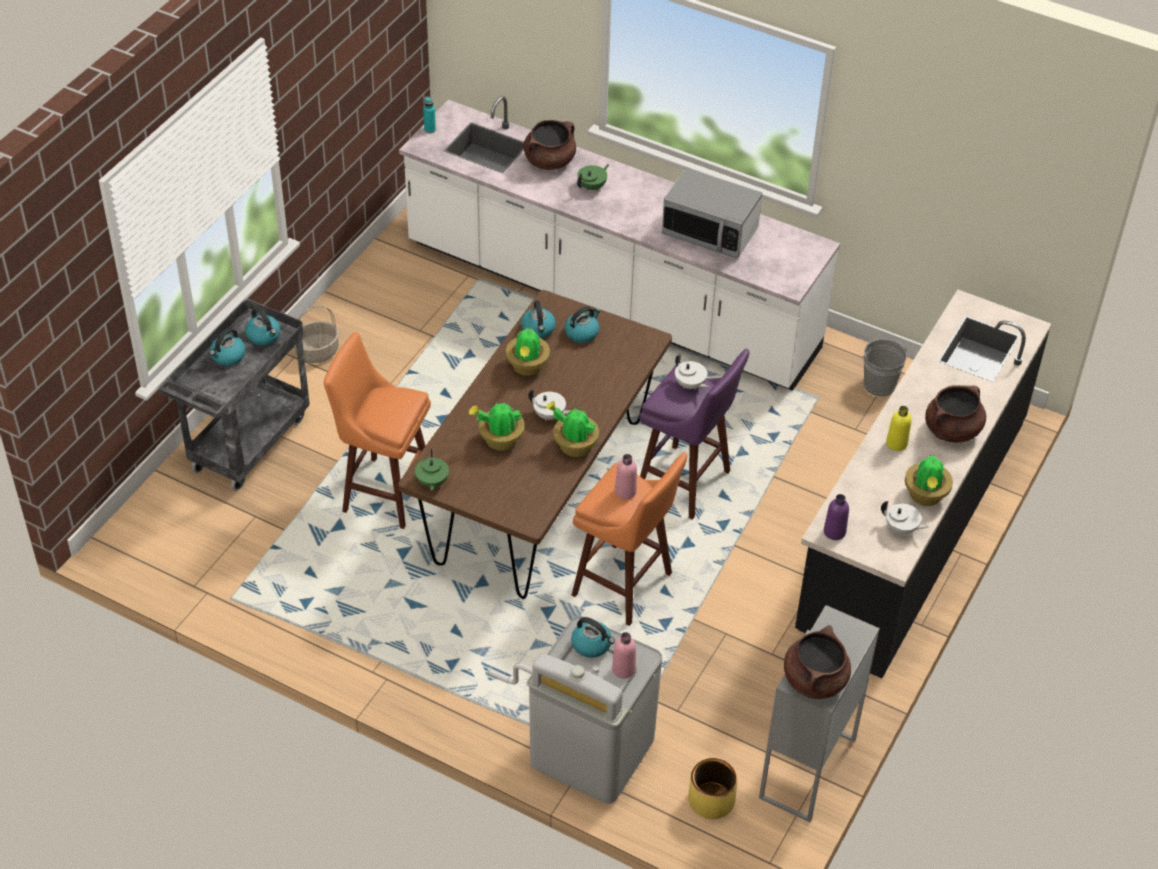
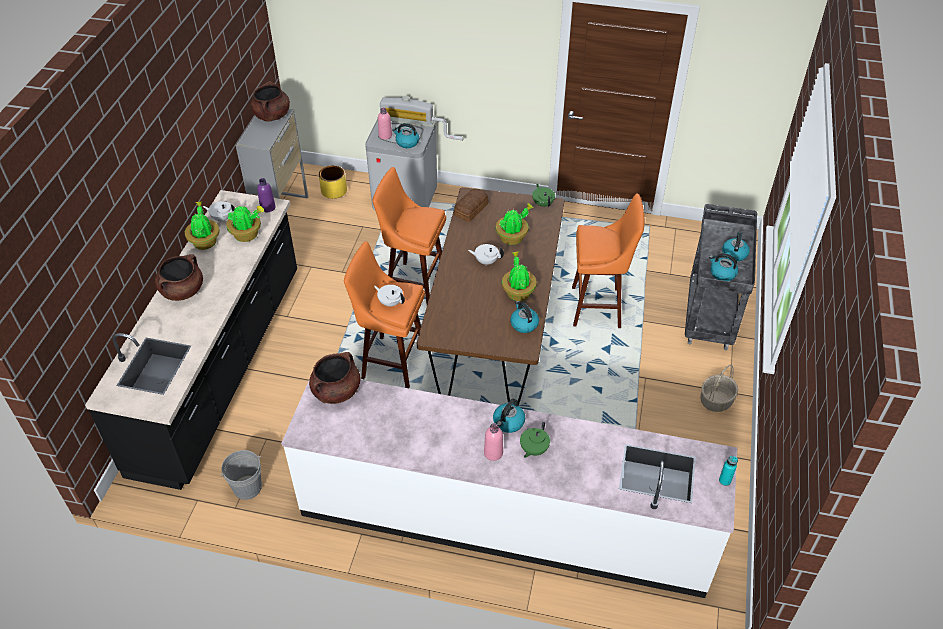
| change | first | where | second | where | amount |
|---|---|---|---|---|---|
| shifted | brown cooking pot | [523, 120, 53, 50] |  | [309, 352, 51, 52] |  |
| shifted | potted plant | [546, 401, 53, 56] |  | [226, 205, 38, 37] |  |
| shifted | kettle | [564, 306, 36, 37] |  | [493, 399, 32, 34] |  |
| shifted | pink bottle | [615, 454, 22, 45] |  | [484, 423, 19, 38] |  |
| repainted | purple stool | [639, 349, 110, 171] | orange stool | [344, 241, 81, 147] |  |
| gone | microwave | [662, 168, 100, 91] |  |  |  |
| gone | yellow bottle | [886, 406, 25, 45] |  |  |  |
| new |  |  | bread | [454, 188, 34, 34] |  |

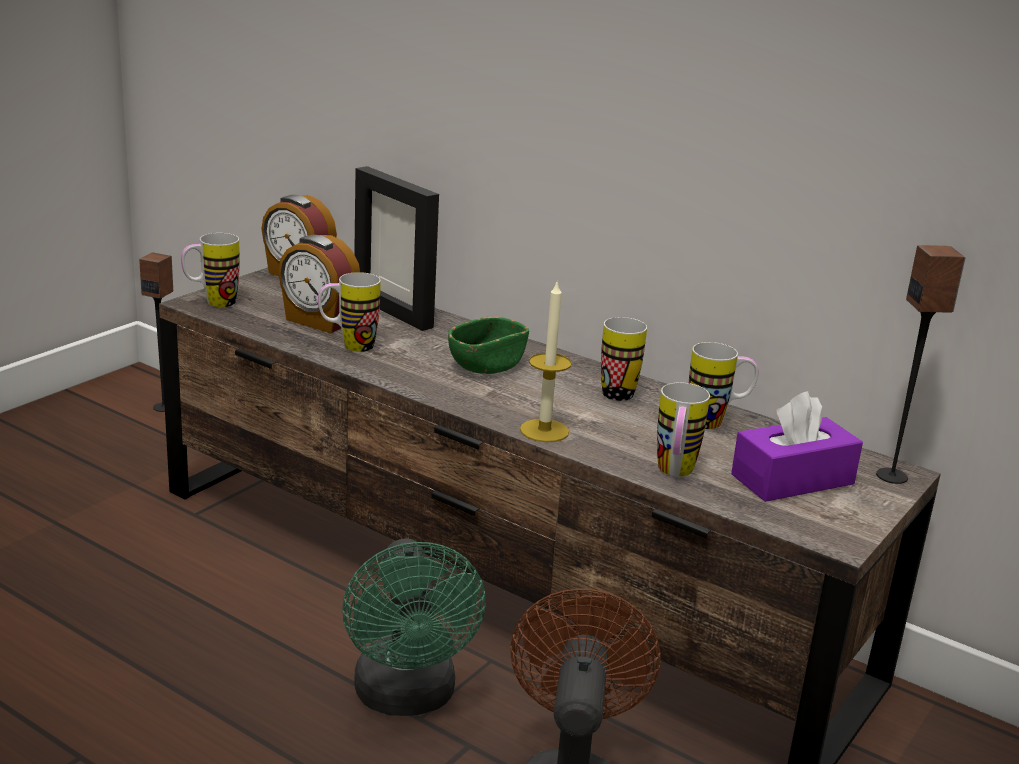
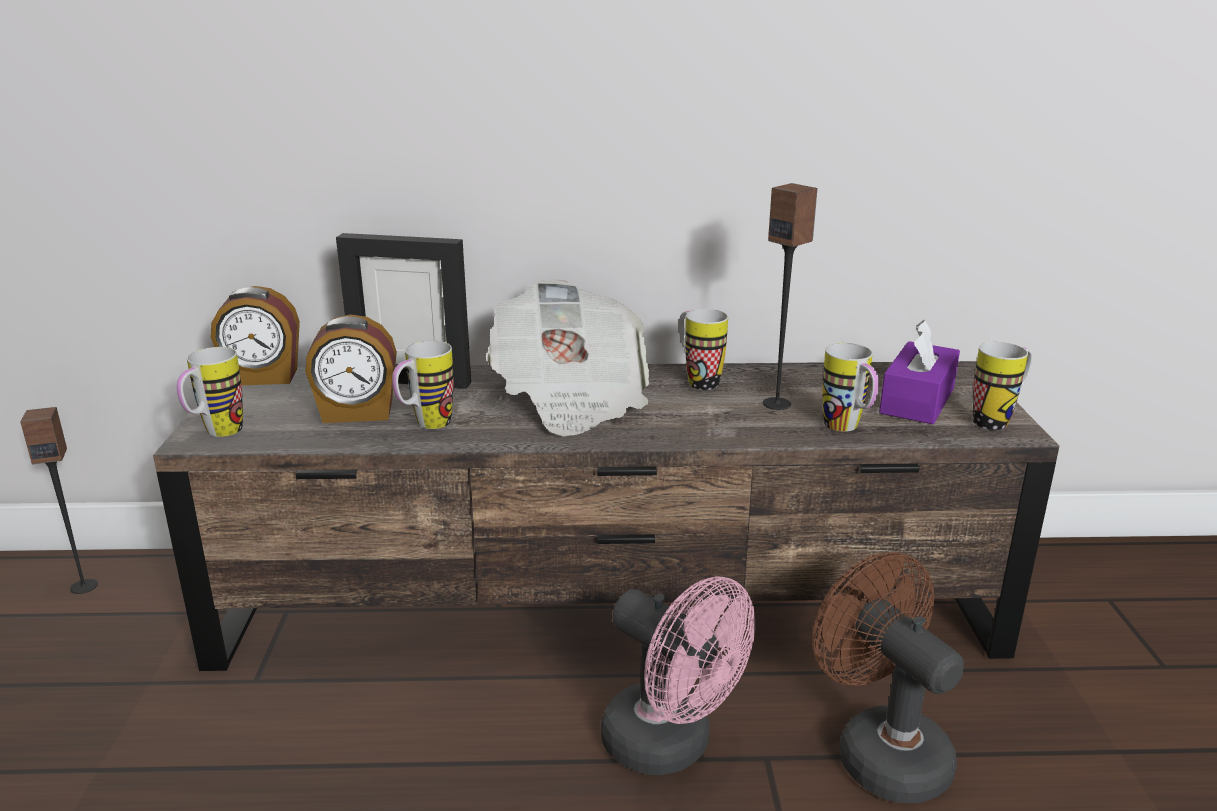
| change | first | where | second | where | amount |
|---|---|---|---|---|---|
| repainted | green fan | [342, 538, 144, 178] | pink fan | [601, 576, 154, 199] |  |
| swapped | green bowl | [448, 316, 81, 58] | newspaper | [486, 279, 163, 158] |  |
| gone | candle | [520, 280, 52, 162] |  |  |  |
| shifted | mug | [689, 342, 69, 87] |  | [973, 342, 60, 88] |  |
| shifted | speaker | [876, 245, 90, 239] |  | [763, 183, 55, 227] |  |

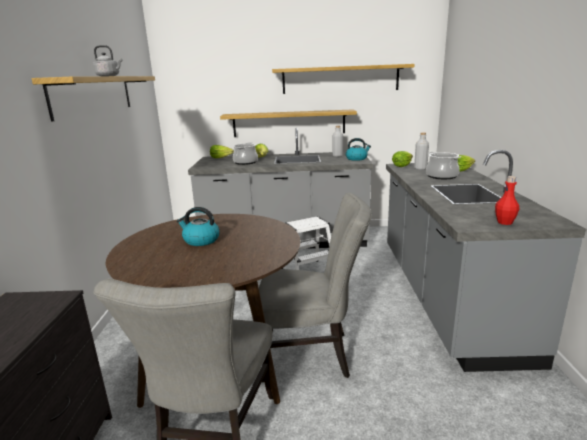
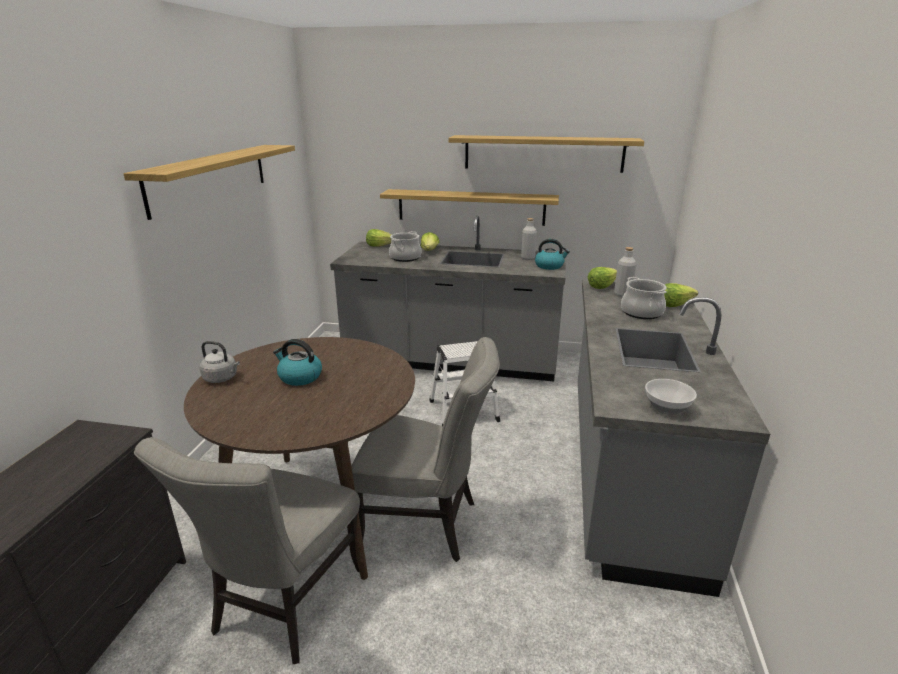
| change | first | where | second | where | amount |
|---|---|---|---|---|---|
| shifted | grey kettle | [93, 45, 29, 31] |  | [199, 341, 41, 42] |  |
| swapped | red bottle | [495, 176, 24, 49] | bowl | [645, 379, 52, 36] |  |

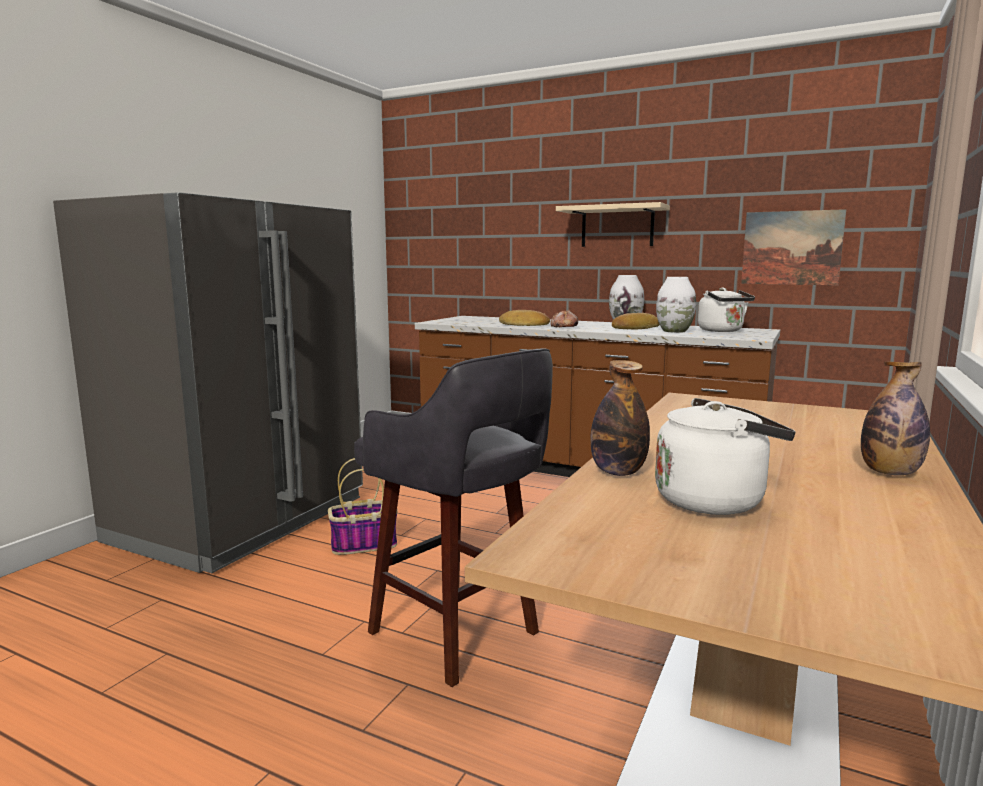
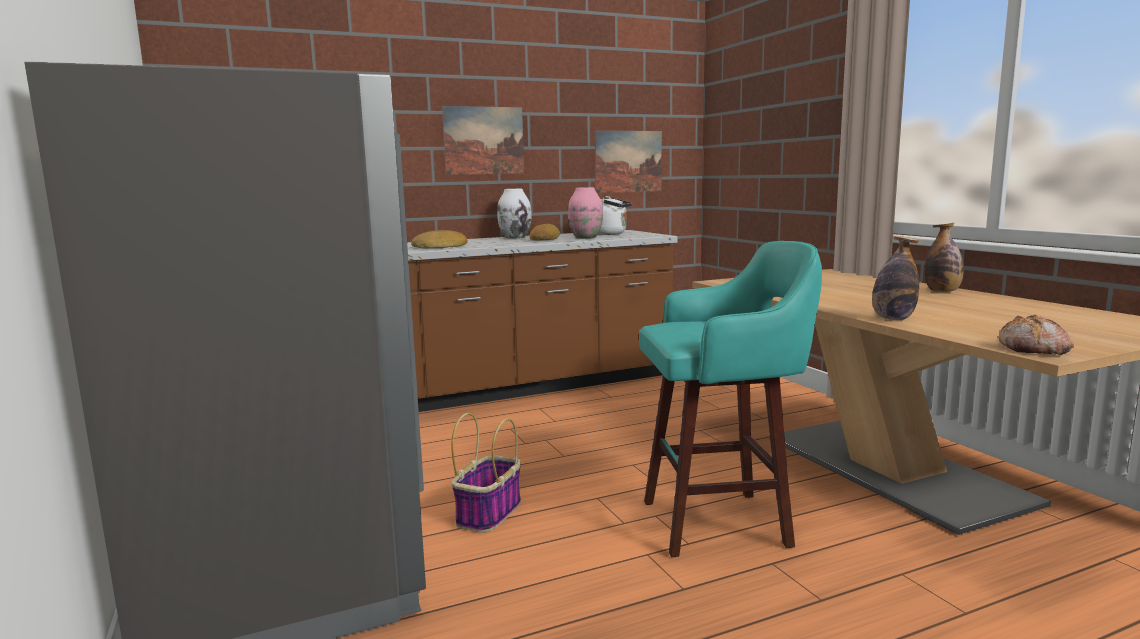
| change | first | where | second | where | amount |
|---|---|---|---|---|---|
| repainted | grey stool | [354, 348, 199, 339] | turquoise stool | [639, 241, 183, 316] |  |
| shifted | bread | [550, 310, 28, 17] |  | [999, 314, 75, 41] |  |
| swapped | beige shelf | [556, 202, 114, 45] | picture | [442, 106, 82, 69] |  |
| gone | white kettle | [655, 398, 141, 117] |  |  |  |
| repainted | white vase | [656, 277, 40, 56] | pink vase | [568, 187, 35, 52] |  |

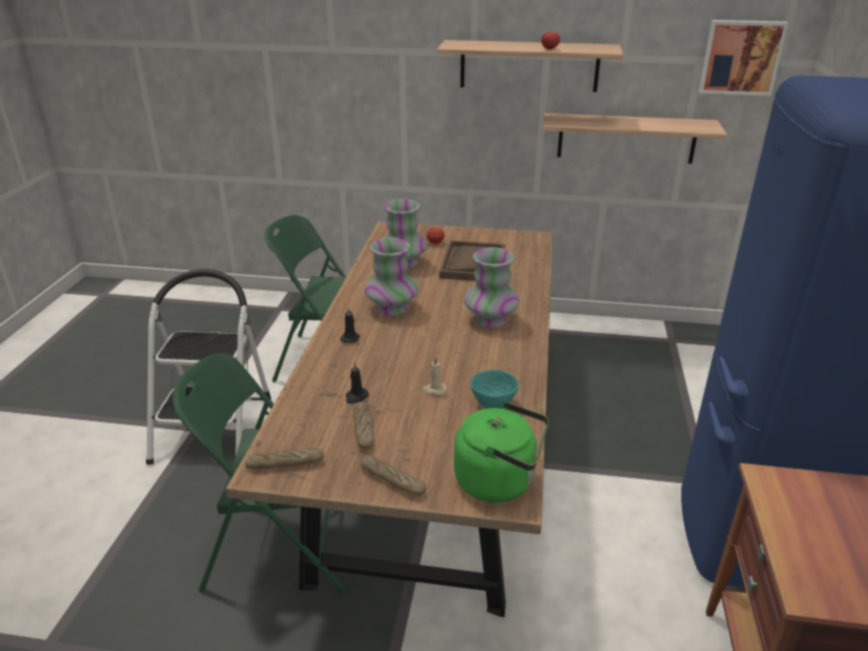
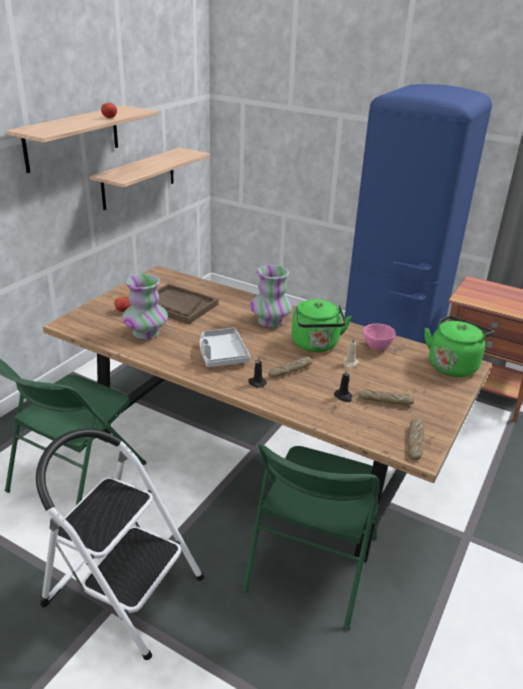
| change | first | where | second | where | amount |
|---|---|---|---|---|---|
| shifted | bread | [361, 456, 65, 39] |  | [269, 356, 44, 22] |  |
| swapped | vase | [364, 238, 54, 78] | grey tray | [200, 328, 51, 39] |  |
| repainted | turquoise bowl | [470, 369, 48, 40] | pink bowl | [363, 323, 33, 27] |  |
| gone | picture | [699, 20, 89, 76] |  |  |  |
| new |  |  | green kettle | [292, 299, 60, 53] |  |

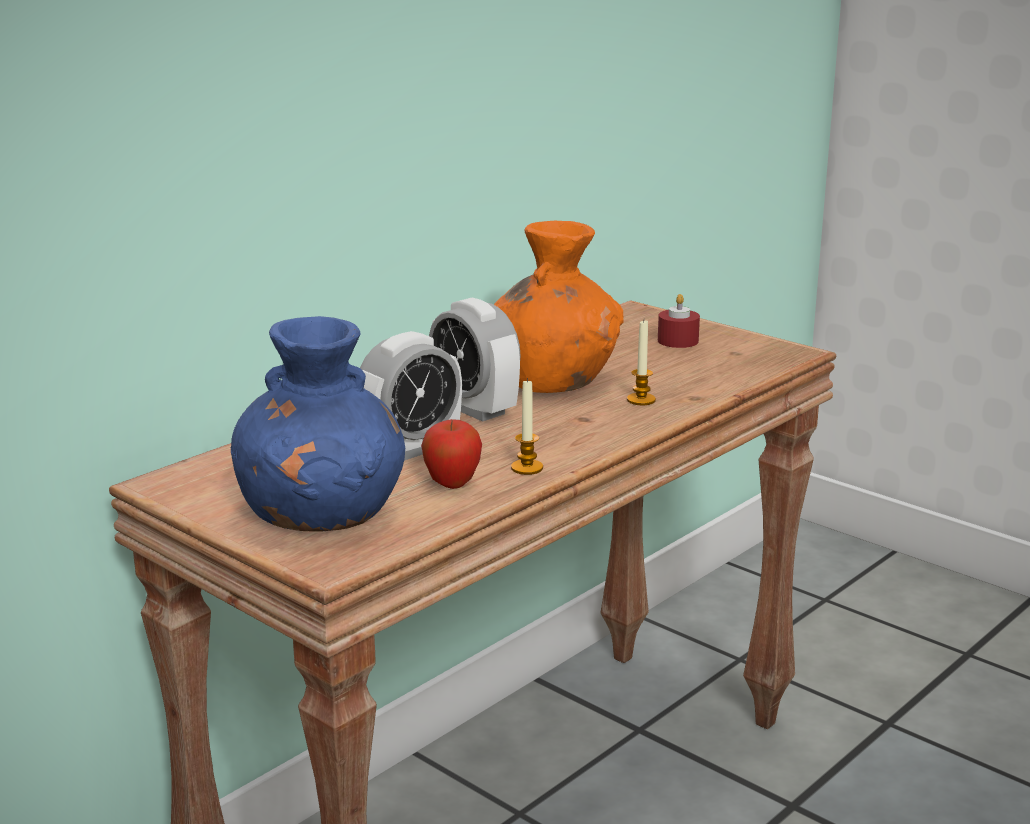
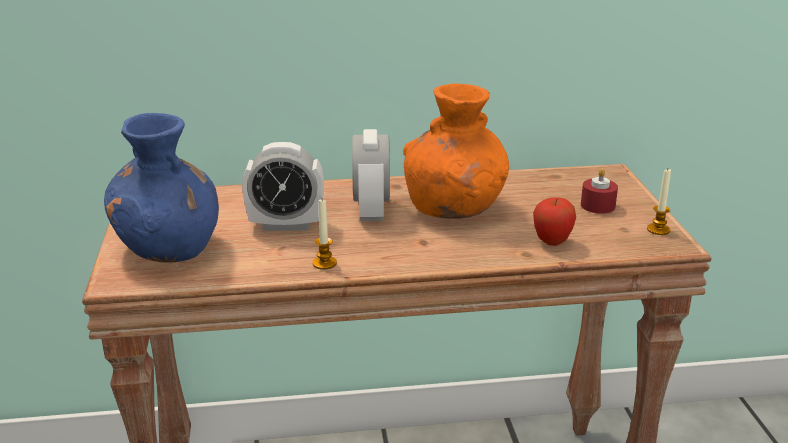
| change | first | where | second | where | amount |
|---|---|---|---|---|---|
| shifted | apple | [421, 419, 61, 70] |  | [533, 197, 43, 49] |  |
| shifted | candle | [627, 321, 29, 84] |  | [647, 169, 24, 66] |  |

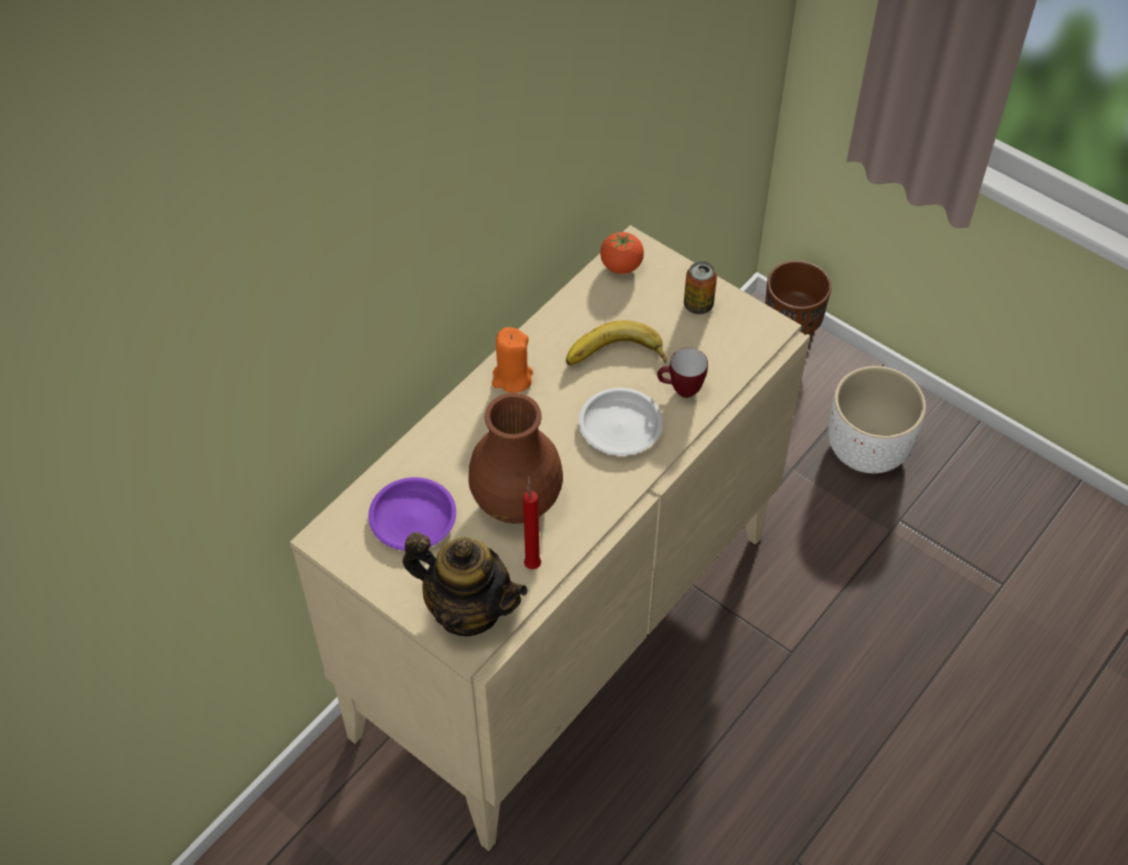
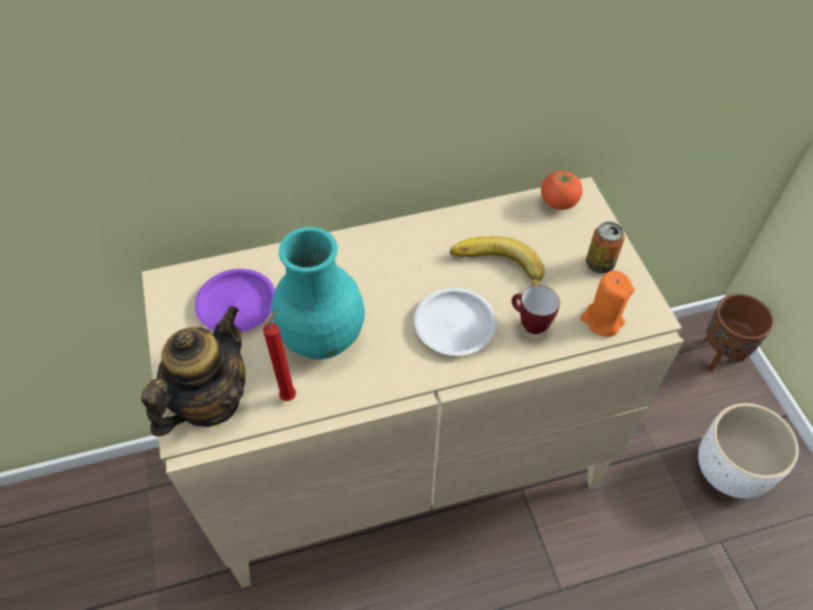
| change | first | where | second | where | amount |
|---|---|---|---|---|---|
| rotated | teapot | [403, 532, 125, 104] |  | [141, 306, 104, 131] | 120 degrees counterclockwise |
| repainted | brown vase | [468, 393, 95, 131] | turquoise vase | [272, 227, 93, 132] |  |
| shifted | orange candle | [492, 327, 41, 66] |  | [580, 270, 54, 67] |  |

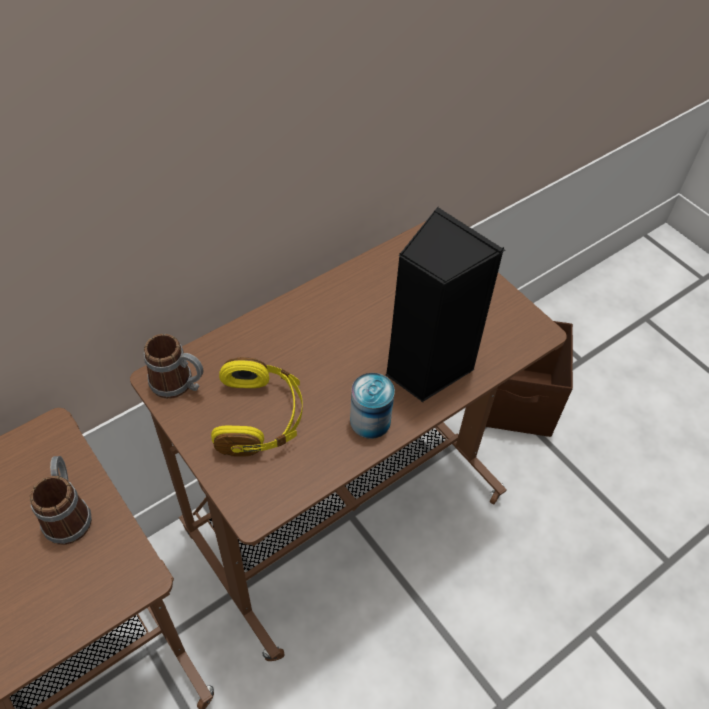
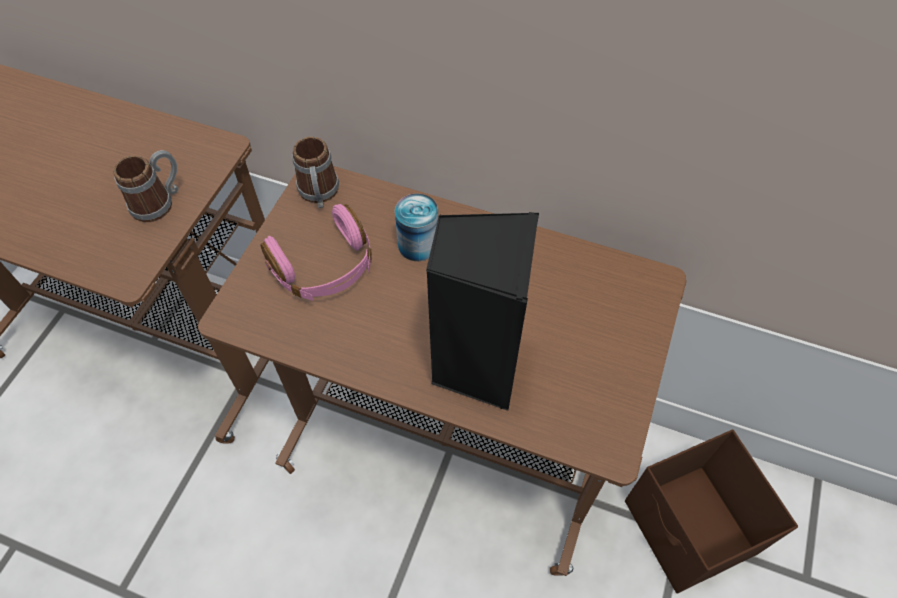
| change | first | where | second | where | amount |
|---|---|---|---|---|---|
| repainted | yellow headphones | [211, 357, 92, 100] | pink headphones | [260, 204, 112, 97] |  |
| shifted | can | [350, 373, 45, 66] |  | [395, 193, 43, 68] |  |

